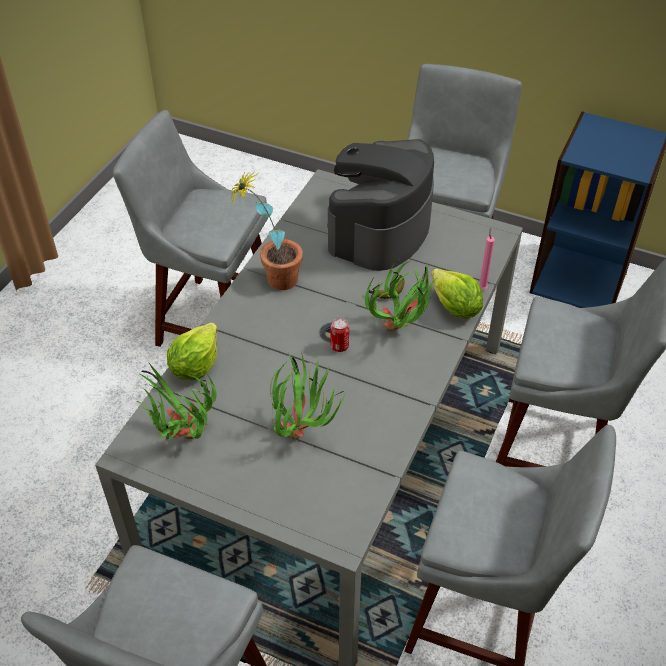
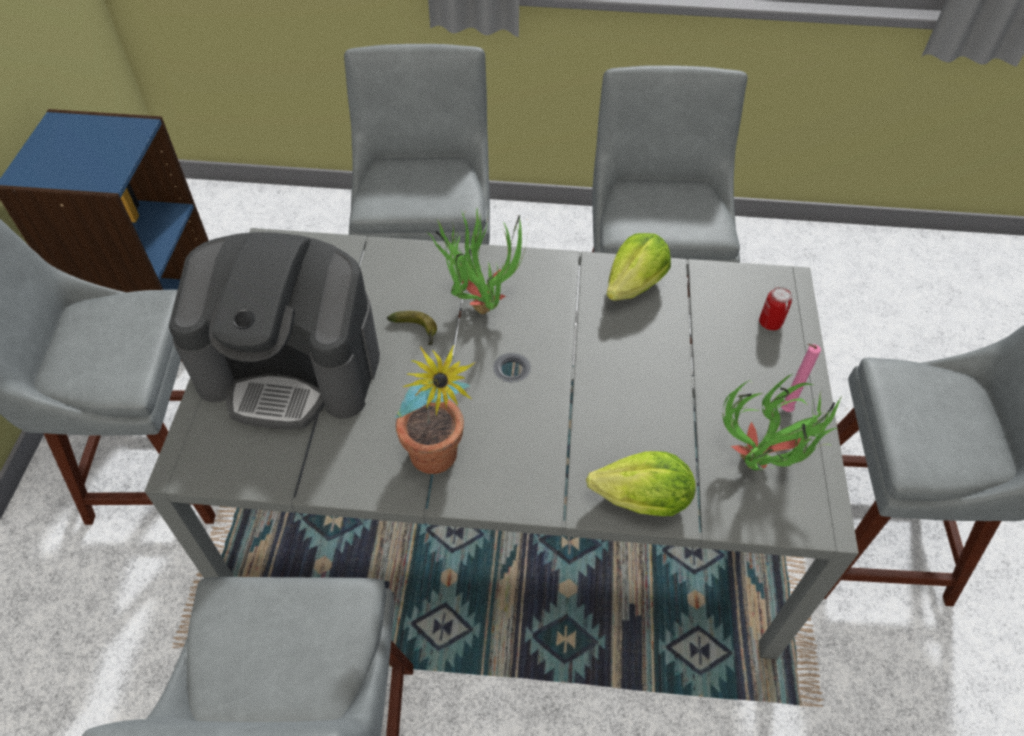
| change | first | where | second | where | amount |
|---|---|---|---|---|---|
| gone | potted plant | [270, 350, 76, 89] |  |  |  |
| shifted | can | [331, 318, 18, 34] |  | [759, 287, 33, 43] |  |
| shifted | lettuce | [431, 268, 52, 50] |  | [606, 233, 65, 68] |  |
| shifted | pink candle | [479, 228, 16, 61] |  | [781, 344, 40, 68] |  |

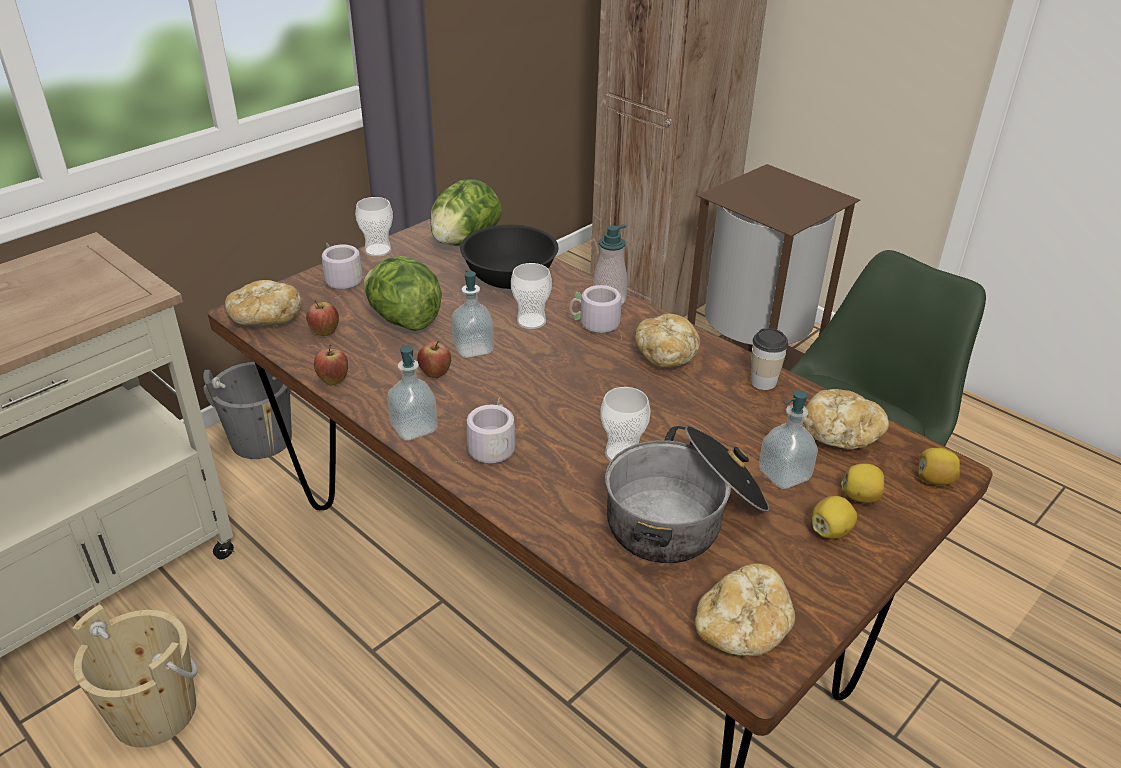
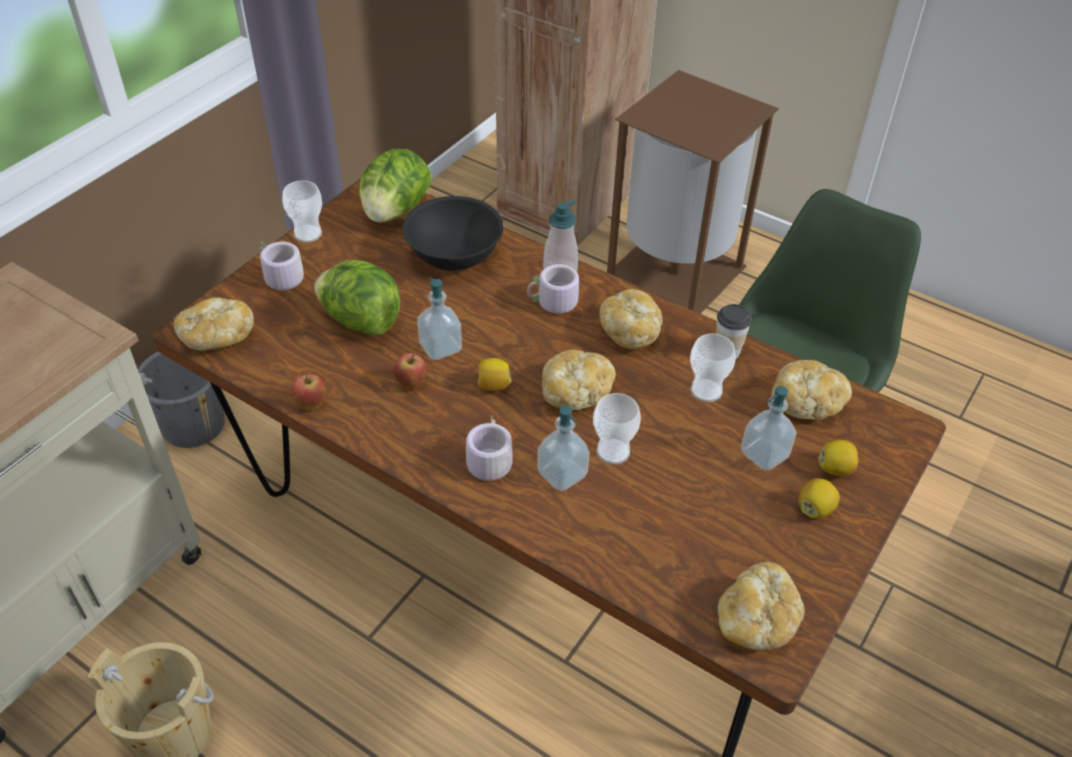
| change | first | where | second | where | amount |
|---|---|---|---|---|---|
| gone | apple | [306, 300, 33, 36] |  |  |  |
| shifted | soap dispenser | [387, 345, 51, 96] |  | [537, 405, 53, 86] |  |
| shifted | cup | [511, 263, 41, 66] |  | [690, 333, 46, 69] |  |
| gone | cooking pot | [605, 425, 164, 138] |  |  |  |
| shifted | lemon | [918, 448, 42, 37] |  | [478, 358, 34, 33] |  |
| new |  |  | bread | [542, 350, 74, 60] |  |

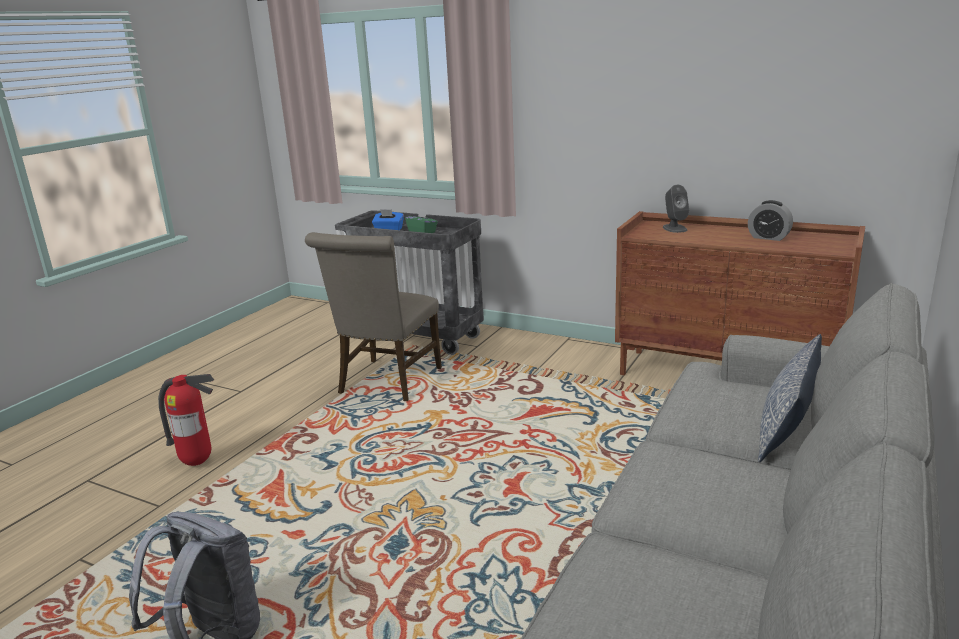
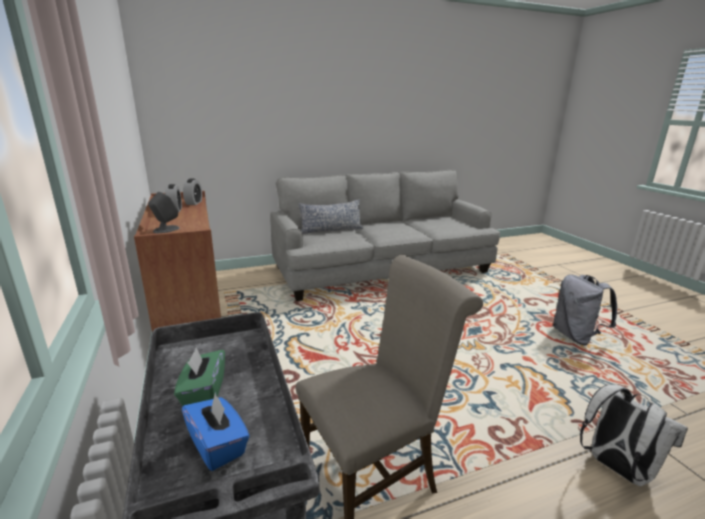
| change | first | where | second | where | amount |
|---|---|---|---|---|---|
| swapped | fire extinguisher | [158, 374, 56, 92] | white backpack | [580, 383, 108, 103] |  |
| new |  |  | alarm clock | [183, 179, 19, 26] |  |

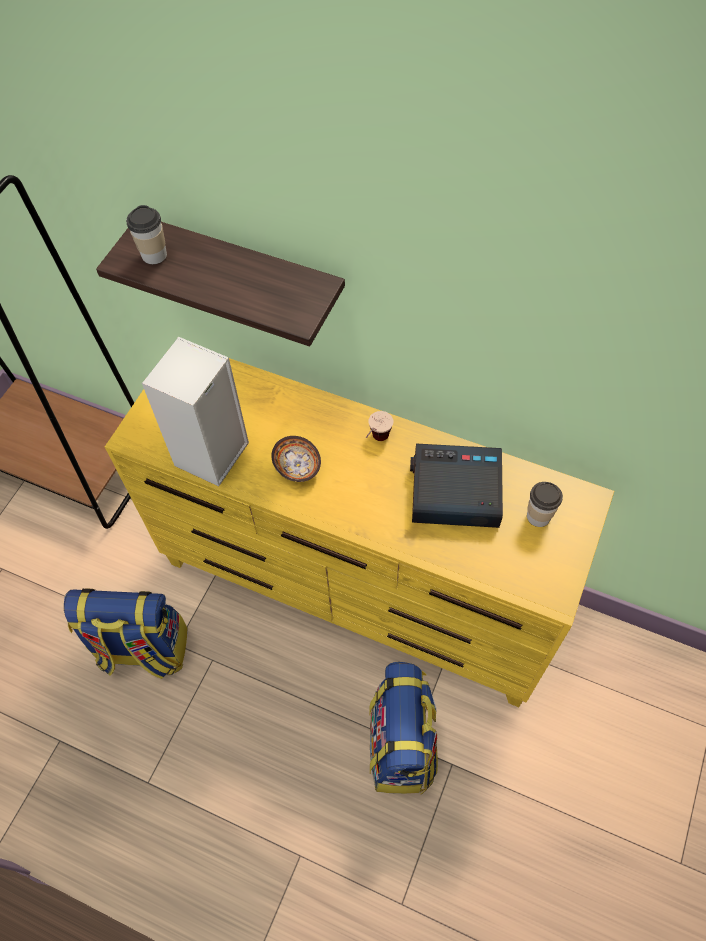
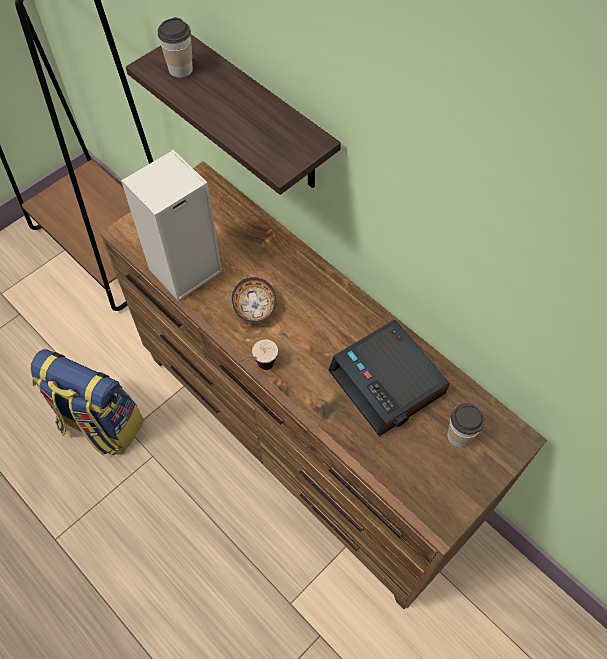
| change | first | where | second | where | amount |
|---|---|---|---|---|---|
| repainted | yellow dresser | [105, 358, 509, 349] | brown dresser | [100, 161, 447, 448] |  |
| shifted | cup | [366, 411, 27, 30] |  | [237, 339, 41, 31] |  |
| gone | backpack | [370, 662, 68, 133] |  |  |  |
| rotated | alarm clock | [410, 443, 93, 85] |  | [328, 320, 122, 116] | 150 degrees counterclockwise |

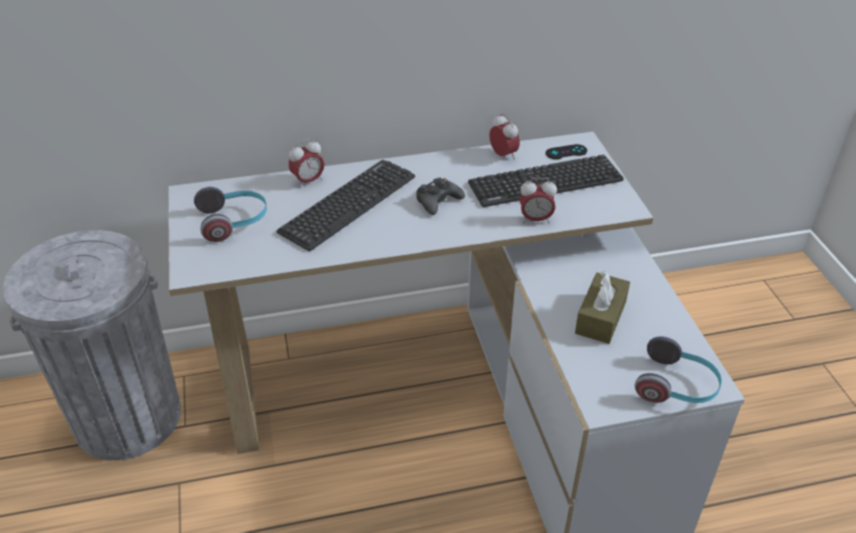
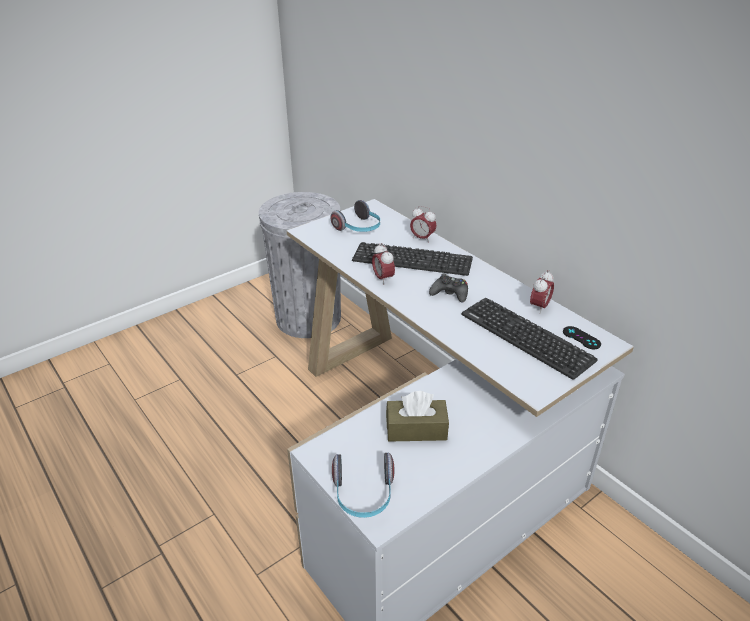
| change | first | where | second | where | amount |
|---|---|---|---|---|---|
| shifted | alarm clock | [520, 178, 37, 45] |  | [372, 243, 23, 42] |  |

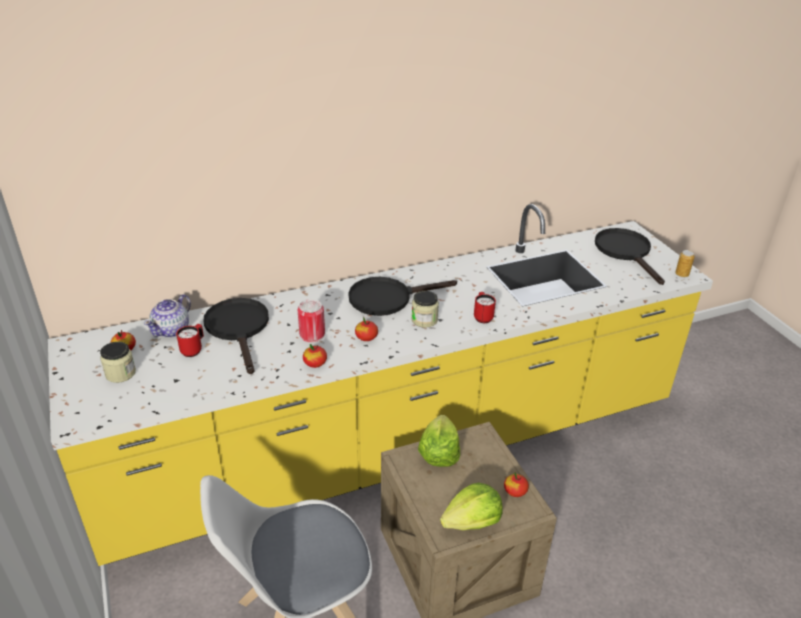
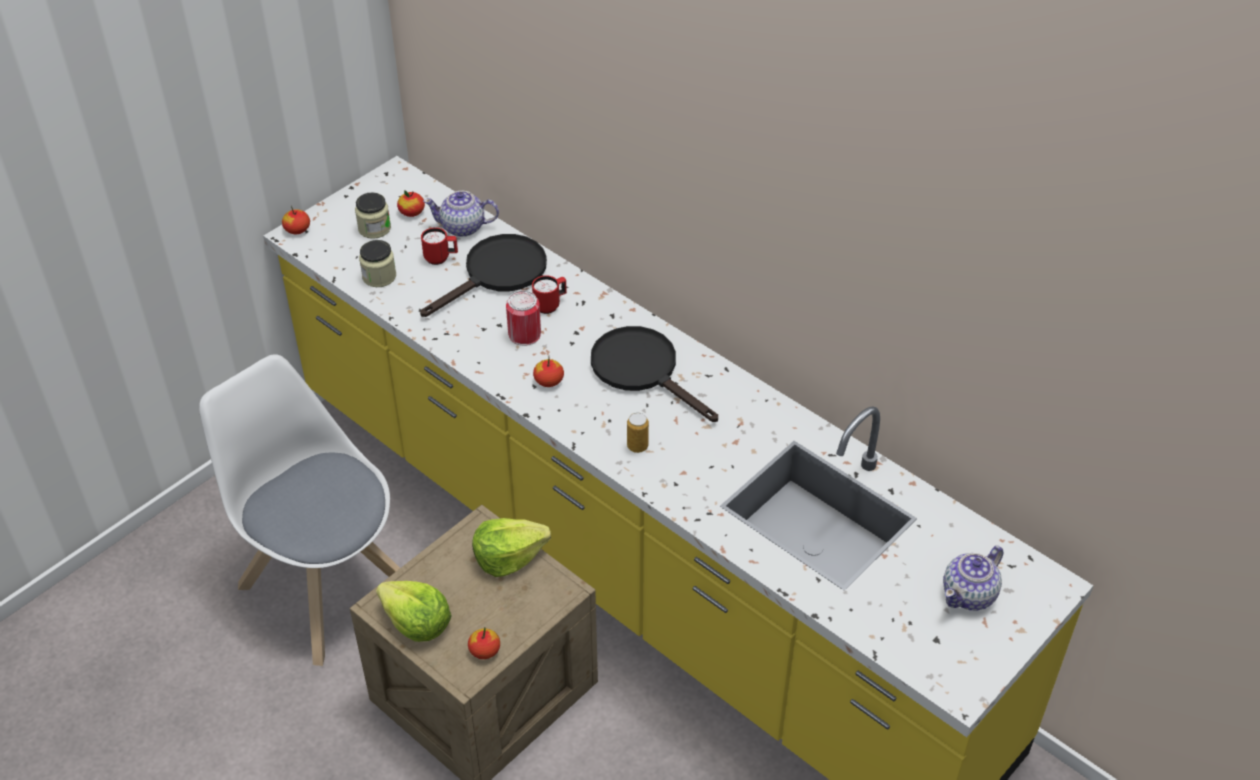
| change | first | where | second | where | amount |
|---|---|---|---|---|---|
| shifted | apple | [303, 344, 24, 24] |  | [282, 206, 28, 28] |  |
| shifted | jar | [412, 291, 27, 37] |  | [359, 240, 37, 47] |  |
| shifted | red mug | [474, 292, 22, 31] |  | [532, 275, 35, 39] |  |
| swapped | black frying pan | [595, 228, 70, 57] | teapot | [943, 546, 60, 65] |  |
| shifted | can | [675, 250, 20, 27] |  | [627, 413, 22, 40] |  |

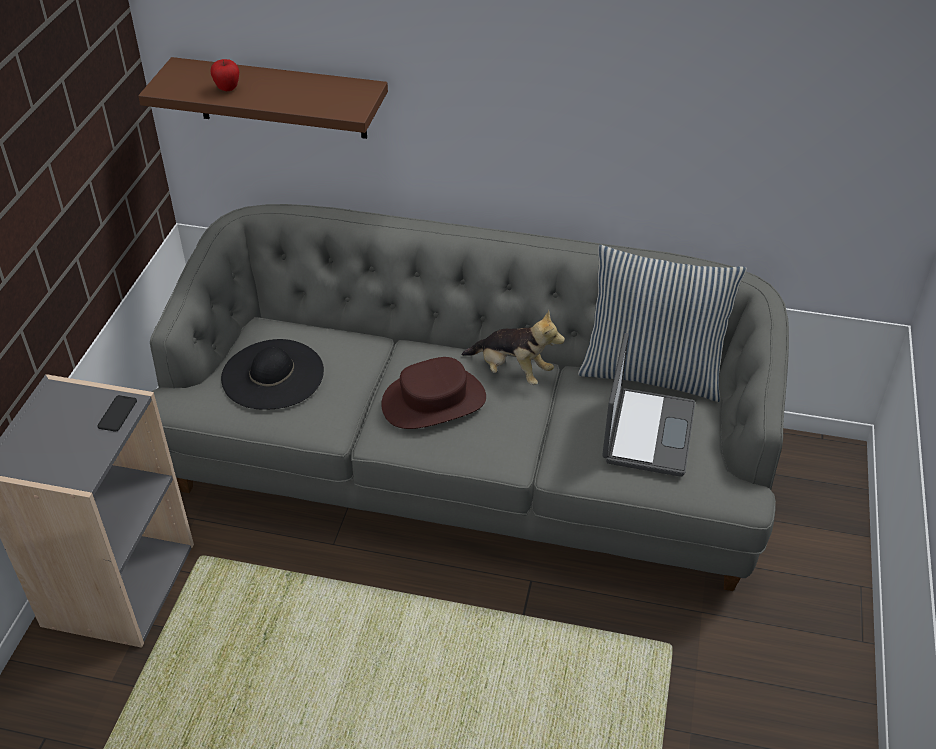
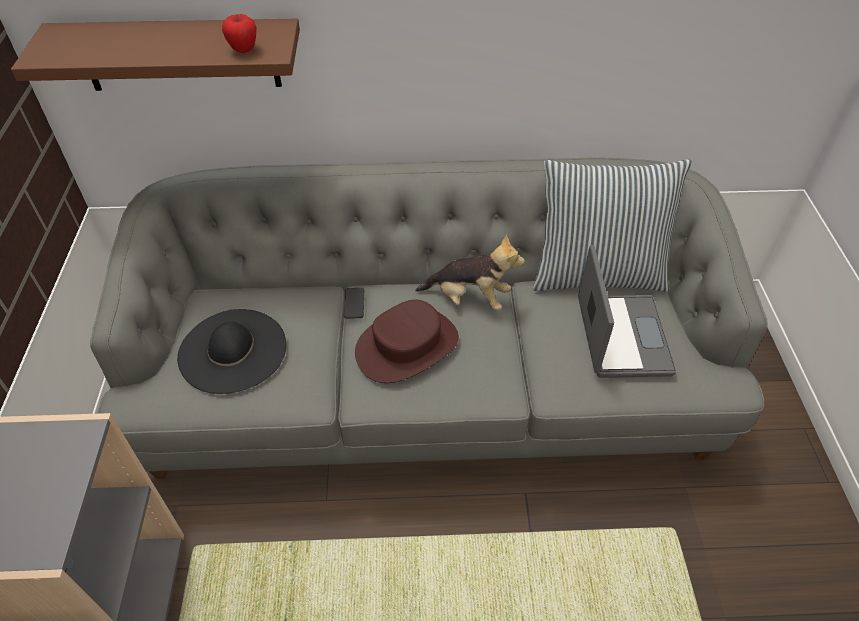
| change | first | where | second | where | amount |
|---|---|---|---|---|---|
| shifted | phone | [97, 395, 40, 37] |  | [344, 288, 20, 31] |  |
| shifted | apple | [210, 59, 29, 32] |  | [222, 14, 35, 39] |  |

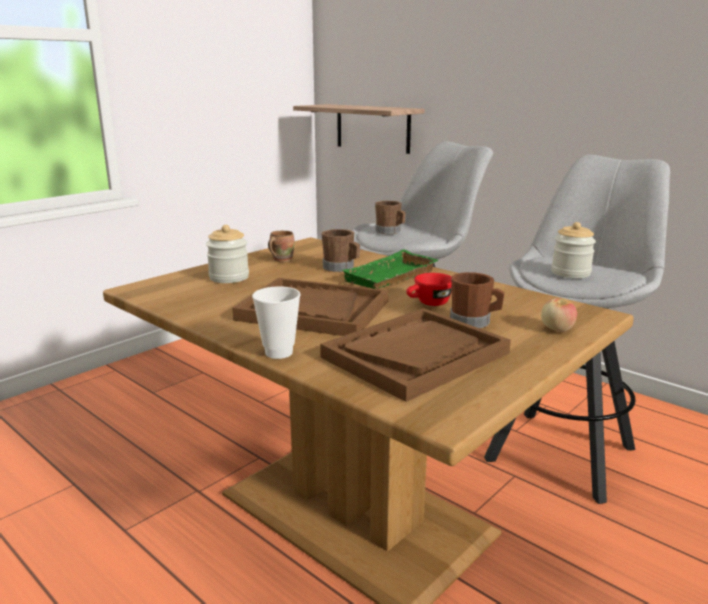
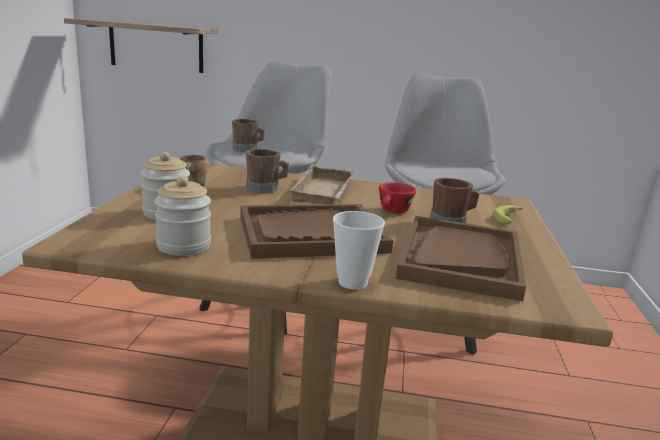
| change | first | where | second | where | amount |
|---|---|---|---|---|---|
| repainted | green tray | [341, 249, 97, 40] | beige tray | [290, 164, 65, 40] |  |
| swapped | apple | [541, 298, 36, 34] | banana | [492, 205, 31, 19] |  |
| shifted | jar | [551, 222, 45, 56] |  | [154, 176, 57, 80] |  |

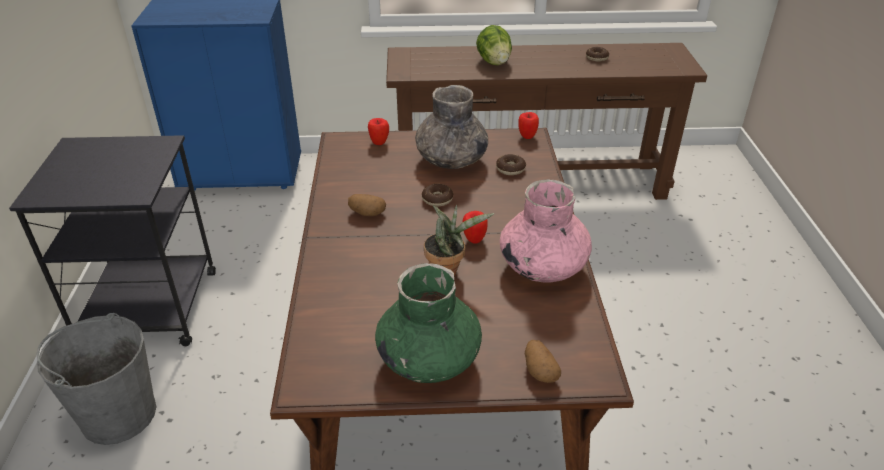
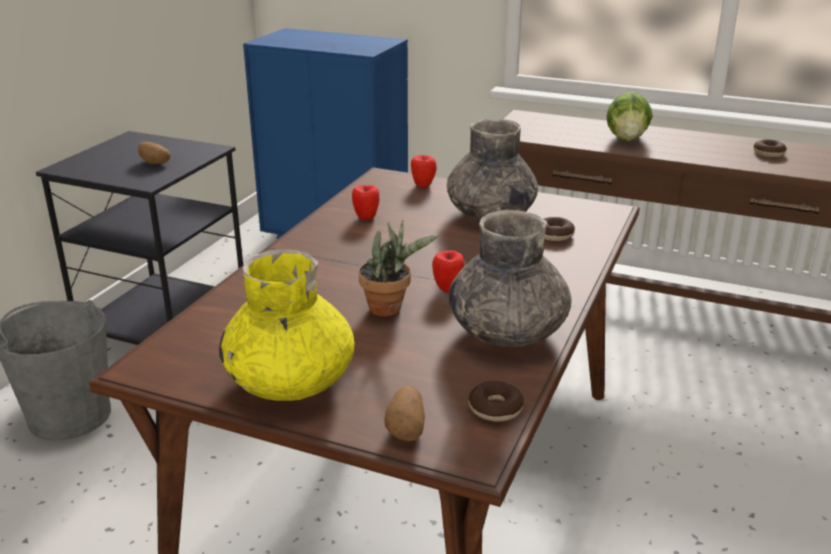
| change | first | where | second | where | amount |
|---|---|---|---|---|---|
| shifted | potato | [348, 194, 38, 22] |  | [138, 142, 33, 22] |  |
| repainted | green vase | [375, 263, 107, 120] | yellow vase | [219, 249, 136, 152] |  |
| shifted | donut | [422, 184, 31, 22] |  | [469, 381, 55, 41] |  |
| repainted | pink vase | [500, 179, 92, 104] | grey vase | [449, 210, 123, 137] |  |
| shifted | apple | [518, 112, 21, 27] |  | [352, 185, 27, 35] |  |

